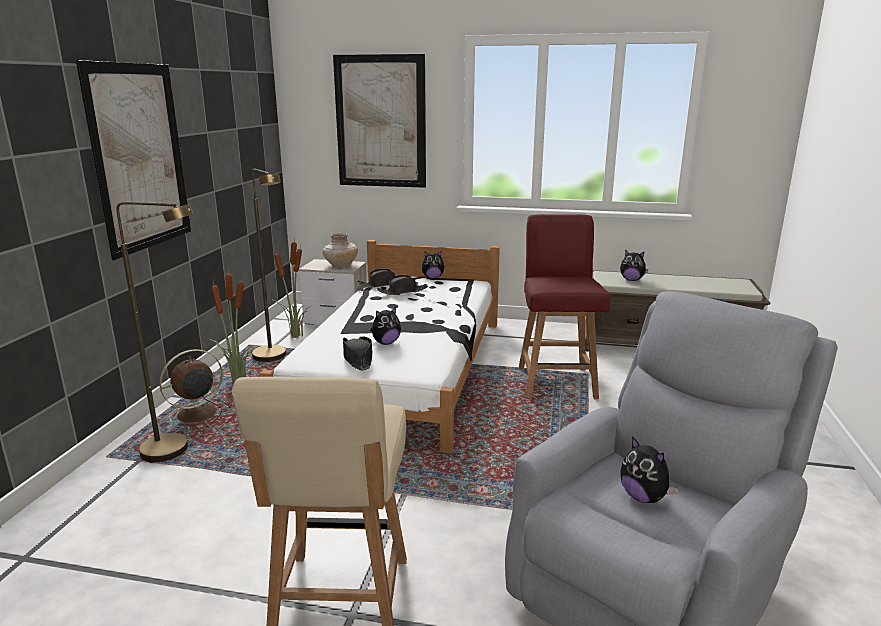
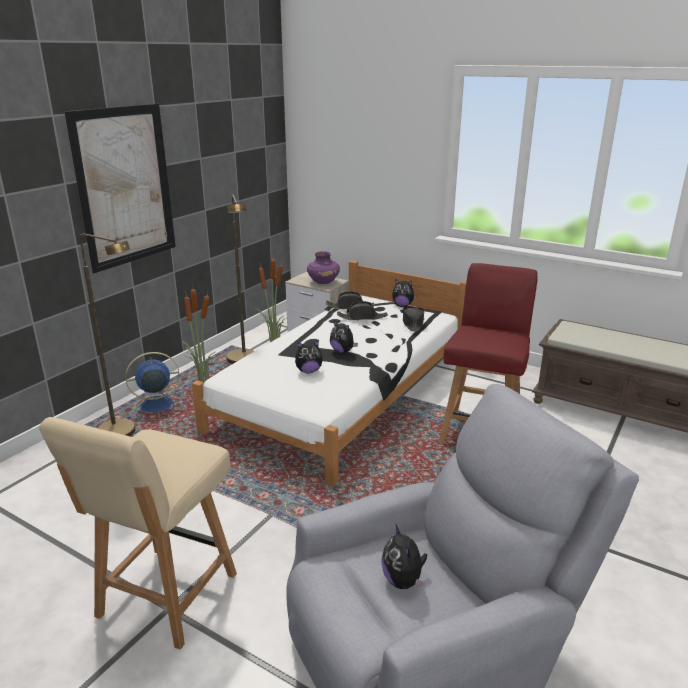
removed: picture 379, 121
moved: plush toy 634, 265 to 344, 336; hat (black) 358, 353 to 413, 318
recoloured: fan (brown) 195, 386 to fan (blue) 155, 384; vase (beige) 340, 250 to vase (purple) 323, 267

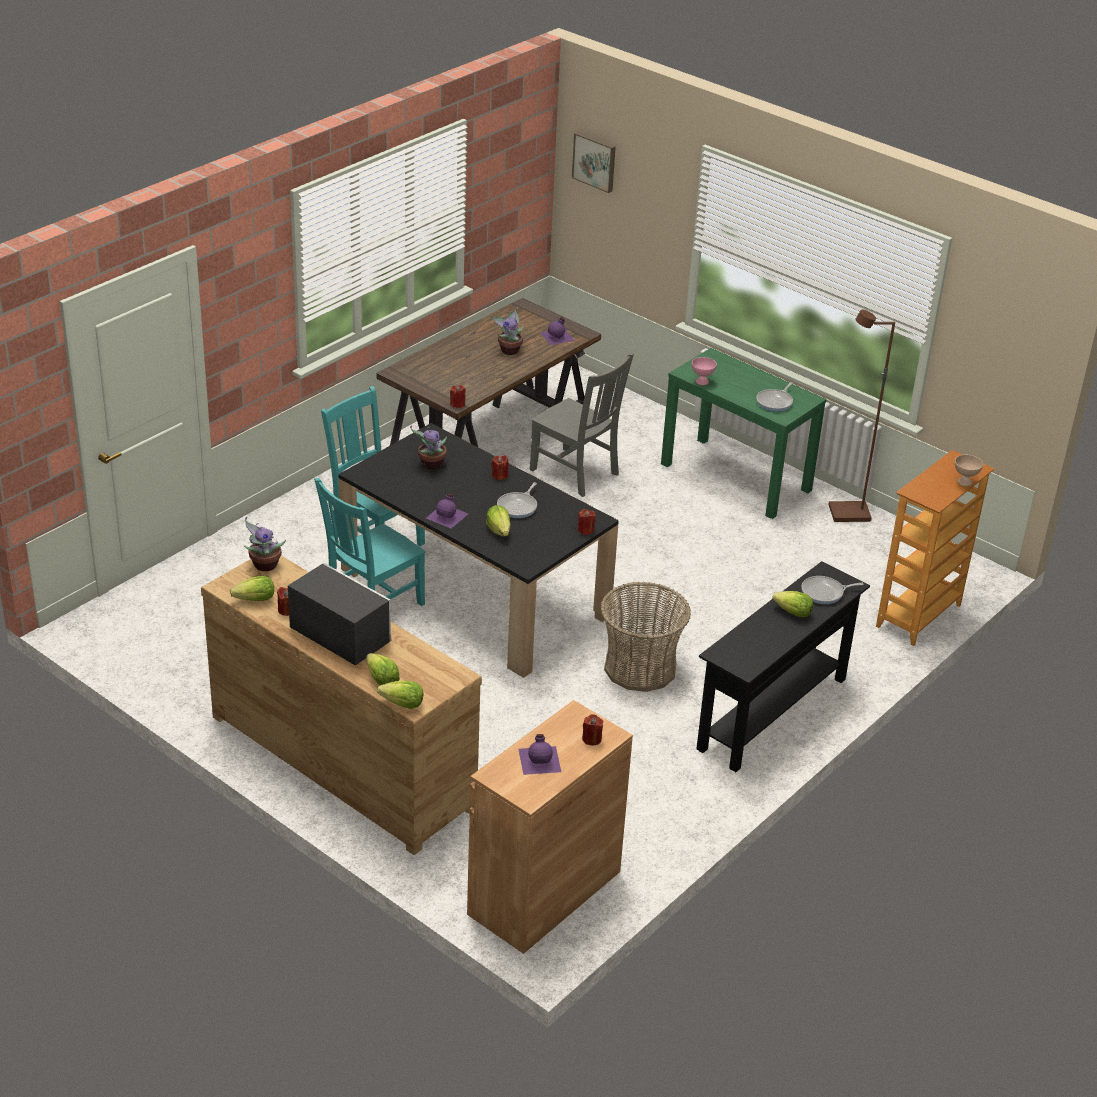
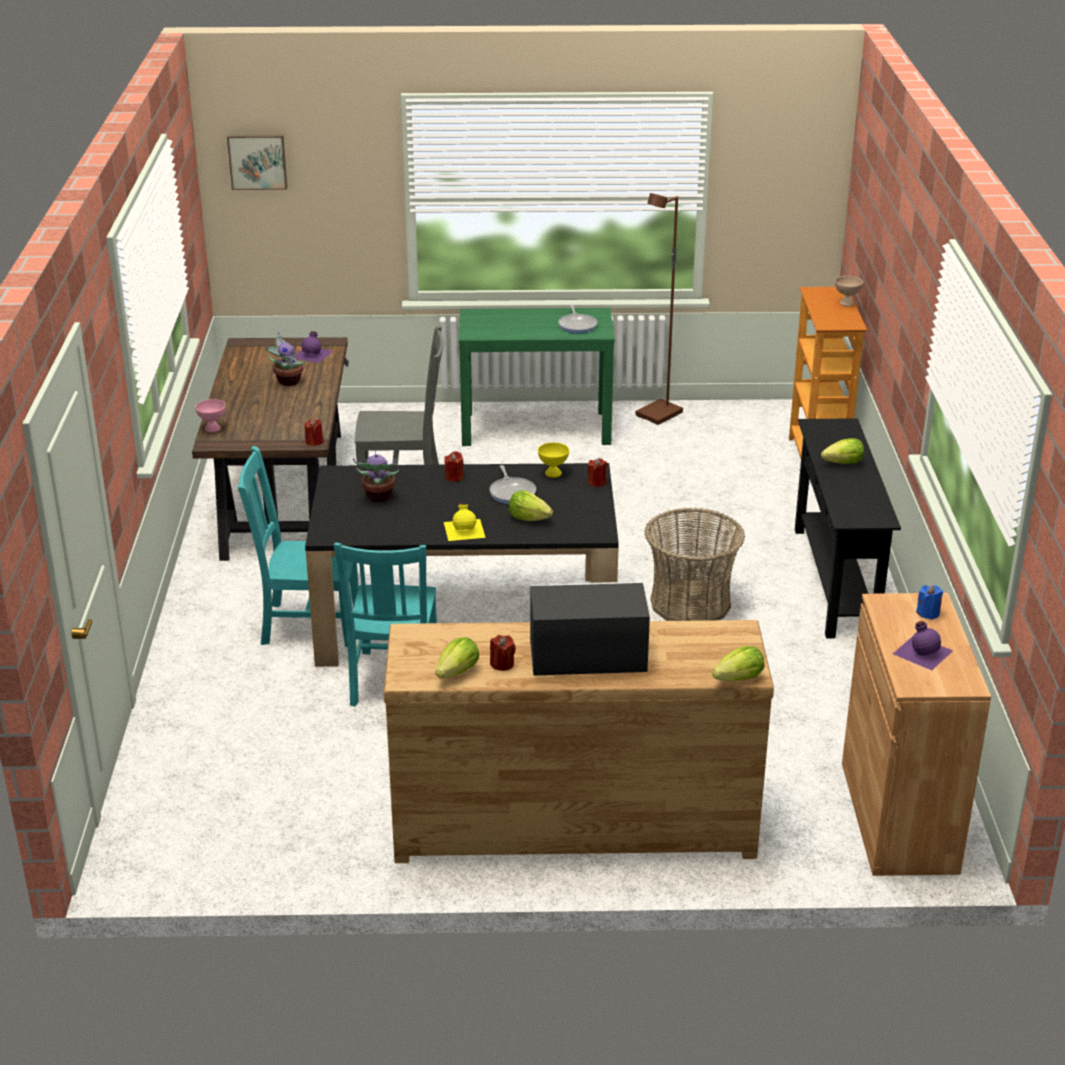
removed: potted plant 265, 544; lettuce 383, 669; frying pan 832, 590
added: bowl (yellow) 553, 460
moved: bowl (pink) 704, 371 to 210, 416
recoloured: bottle (purple) 447, 511 to bottle (yellow) 465, 521; candle (red) 592, 729 to candle (blue) 929, 602

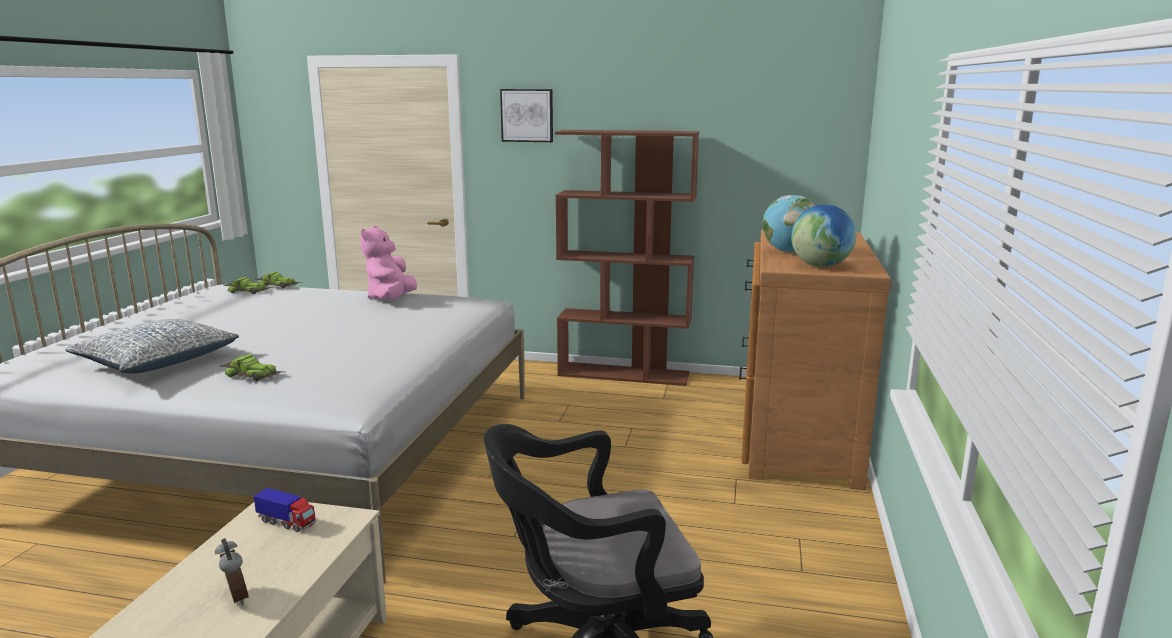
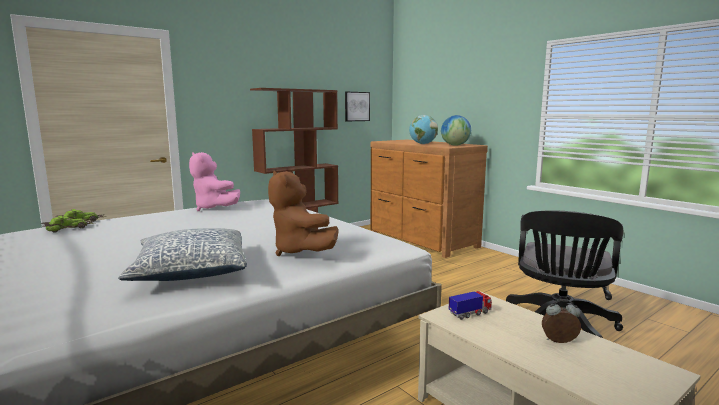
moved: picture 526, 115 to 357, 106
replaced: toy car 251, 367 to plush toy (brown) 303, 213

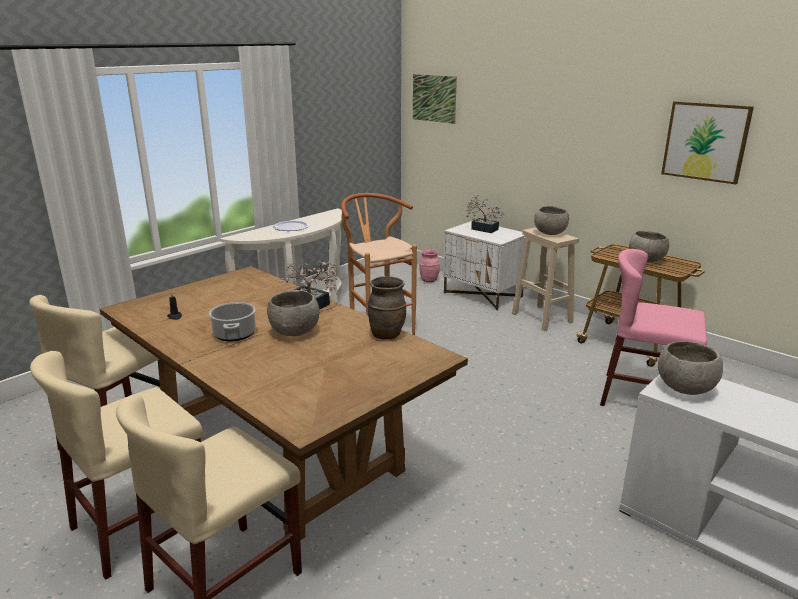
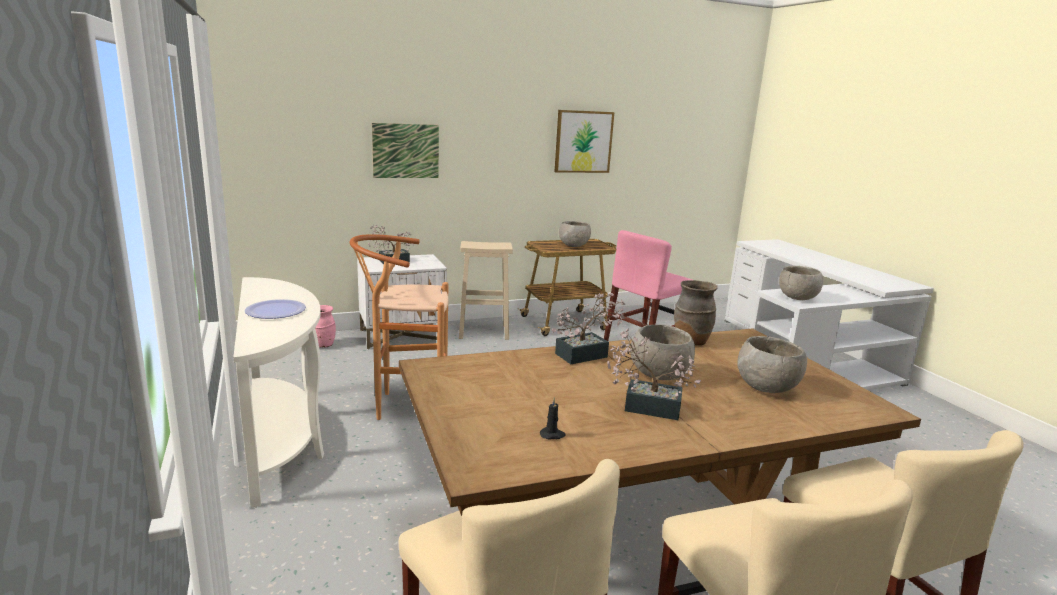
moved: picture 435, 99 to 405, 150; bowl (grey) 551, 220 to 772, 364
replaced: cooking pot 232, 321 to potted plant 654, 375

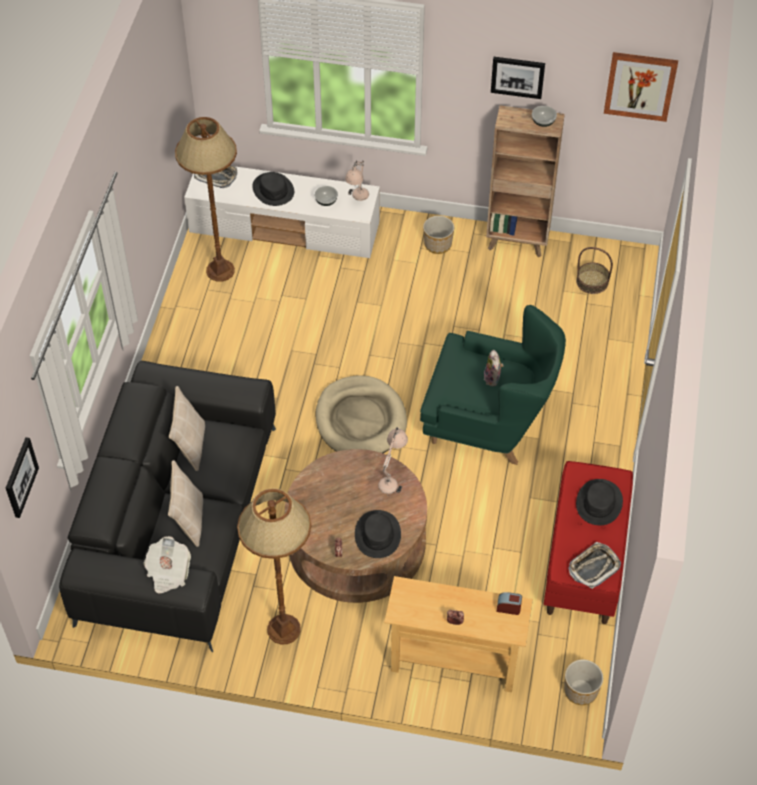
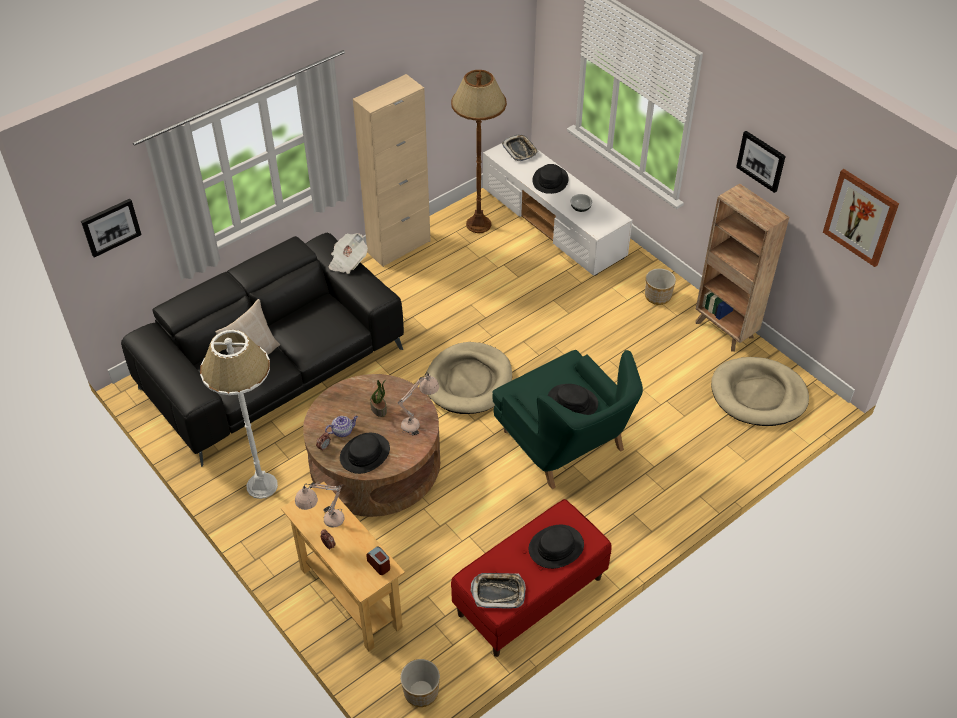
removed: pillow (beige) 187, 428; bowl 544, 116
added: teapot 341, 426; cabinet (beige) 392, 170; potted plant 378, 398
moved: table lamp (beige) 357, 180 to 320, 505; newspaper 167, 565 to 348, 253
replaced: plush toy 494, 368 to hat (black) 573, 399; basket 594, 270 to dog bed (beige) 760, 391
recoloured: floor lamp (brown) 274, 566 to floor lamp (white) 239, 414

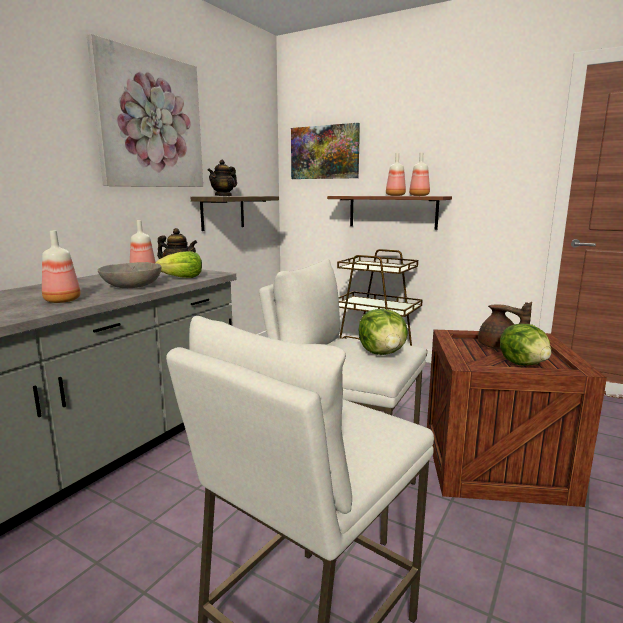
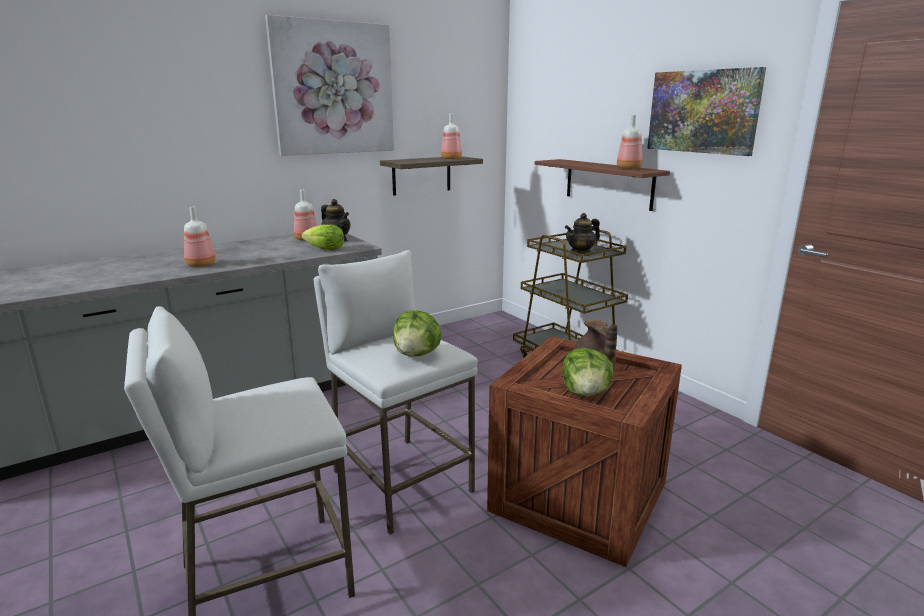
removed: bowl (grey) 129, 275
moved: bottle 396, 174 to 451, 136; teapot 222, 178 to 582, 234; picture 325, 151 to 706, 111

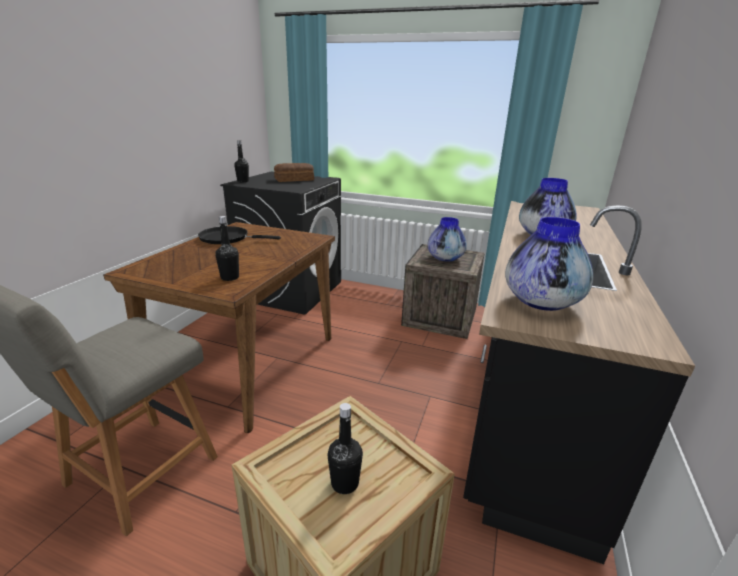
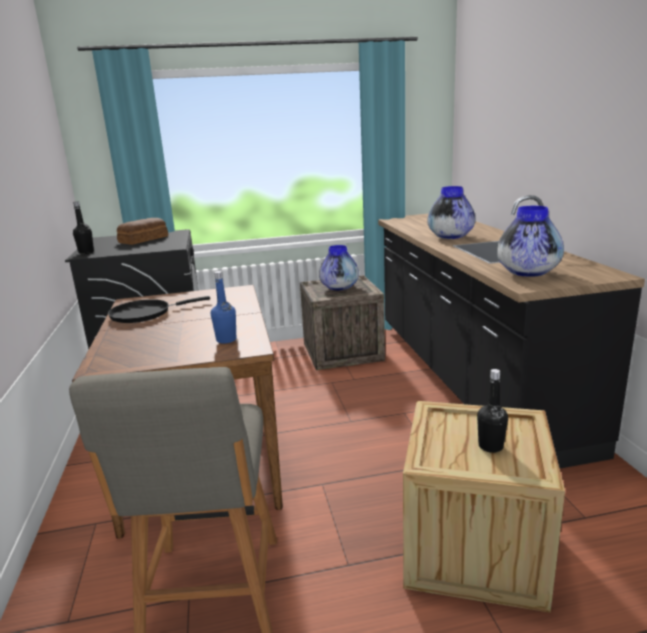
recoloured: bottle (black) 227, 248 to bottle (blue) 223, 307

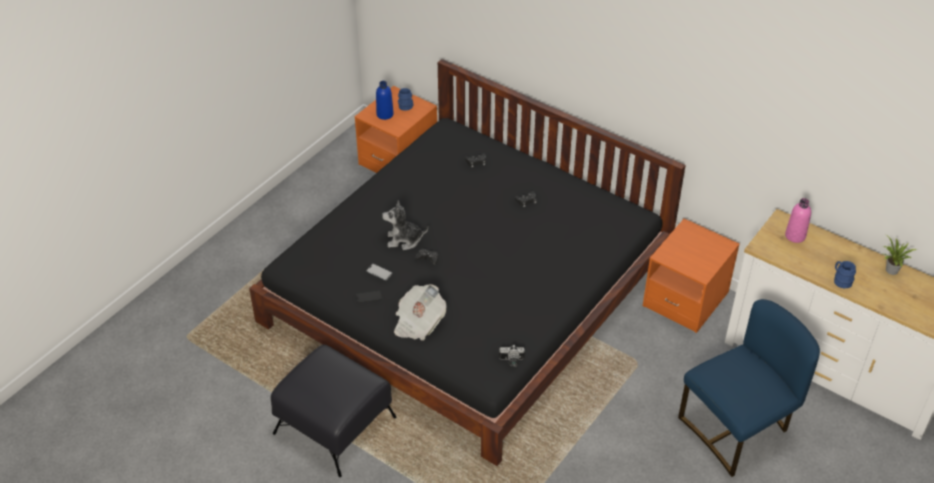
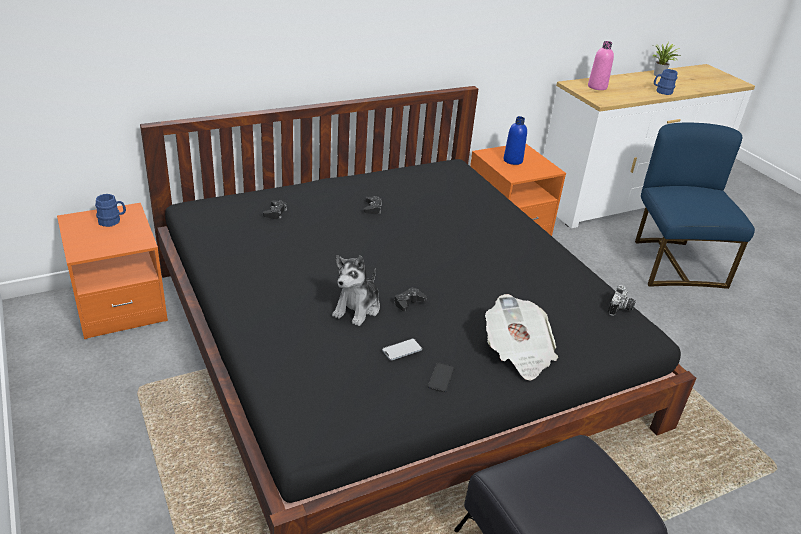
moved: bottle (blue) 385, 100 to 515, 140

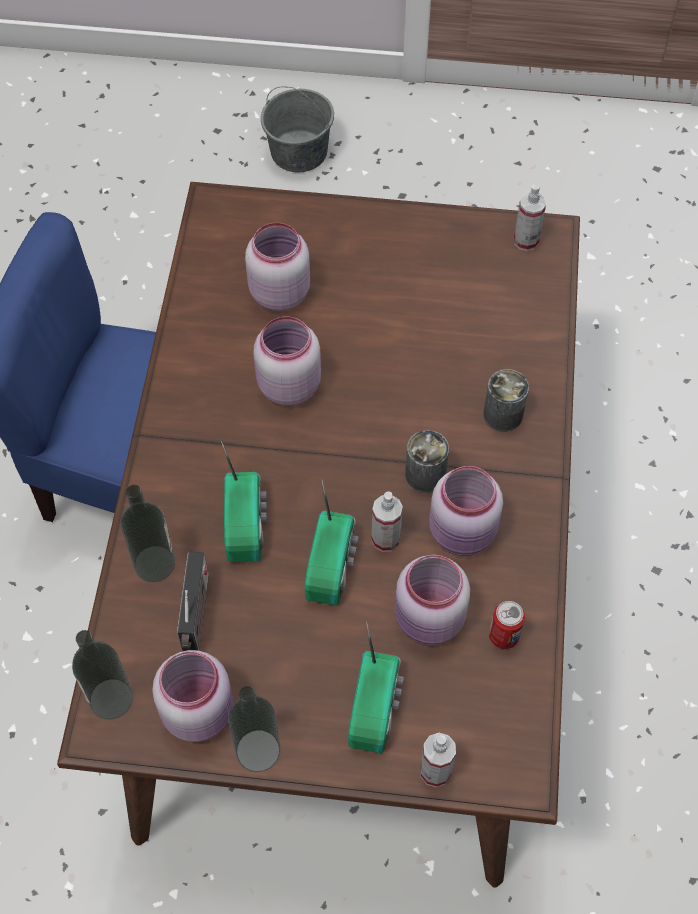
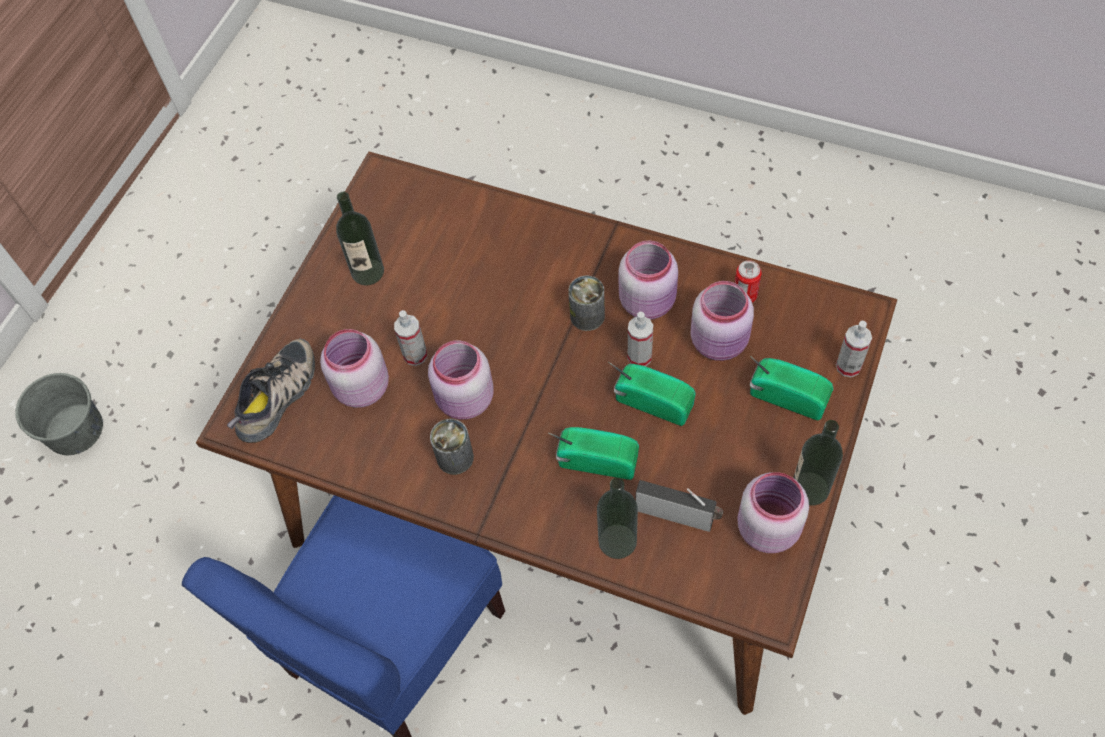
added: shoe 271, 390
moved: bottle 102, 674 to 360, 238; spray bottle 530, 217 to 410, 338; can 506, 400 to 452, 447

